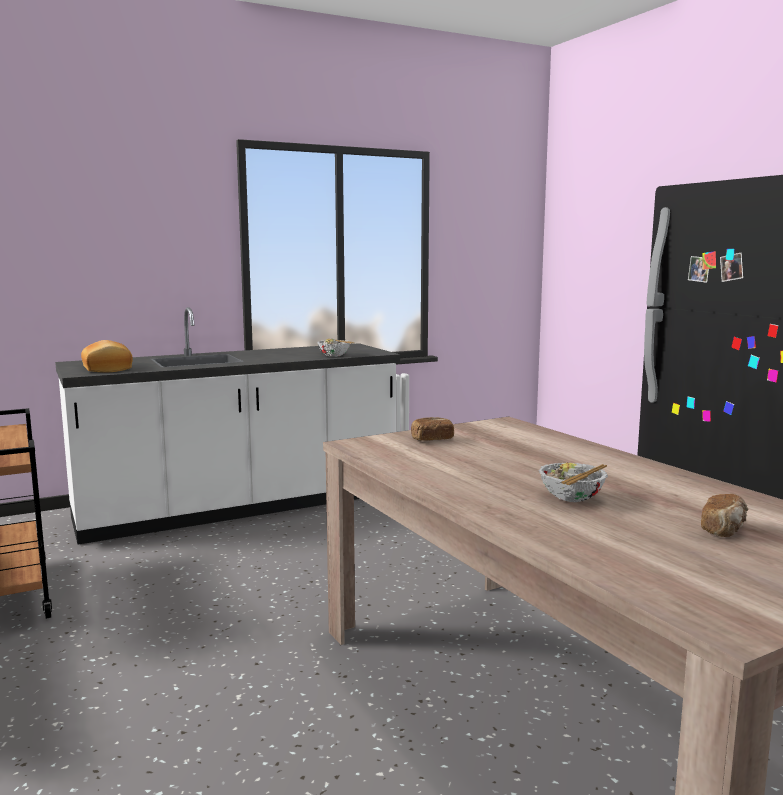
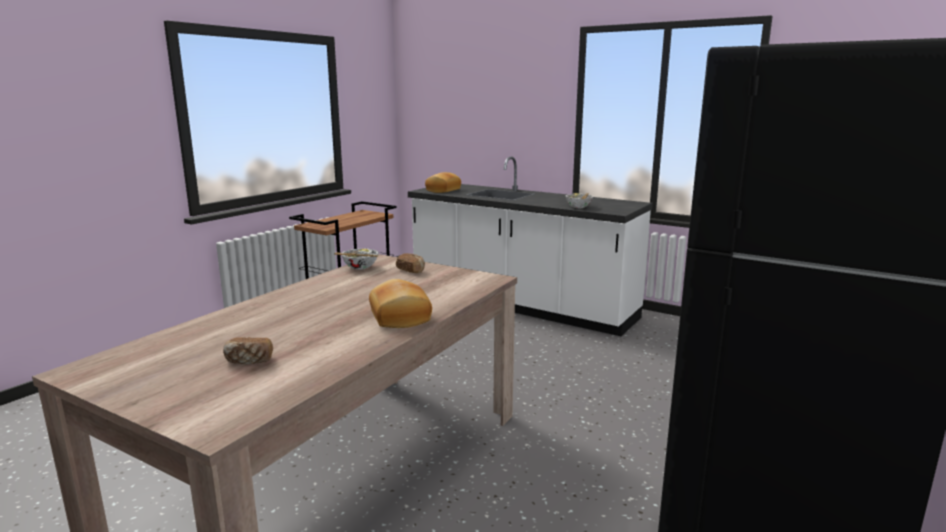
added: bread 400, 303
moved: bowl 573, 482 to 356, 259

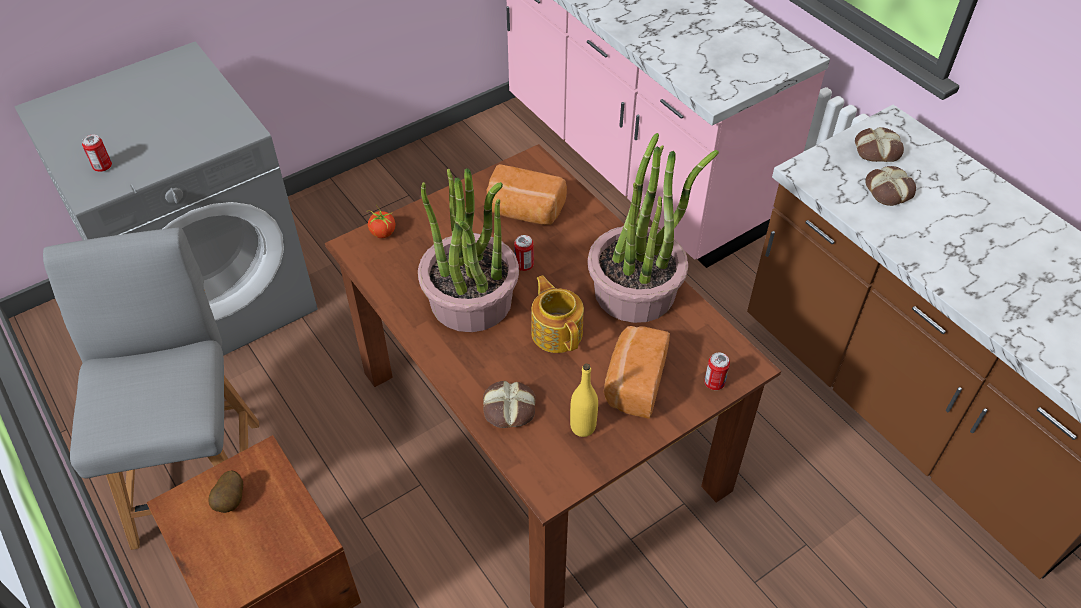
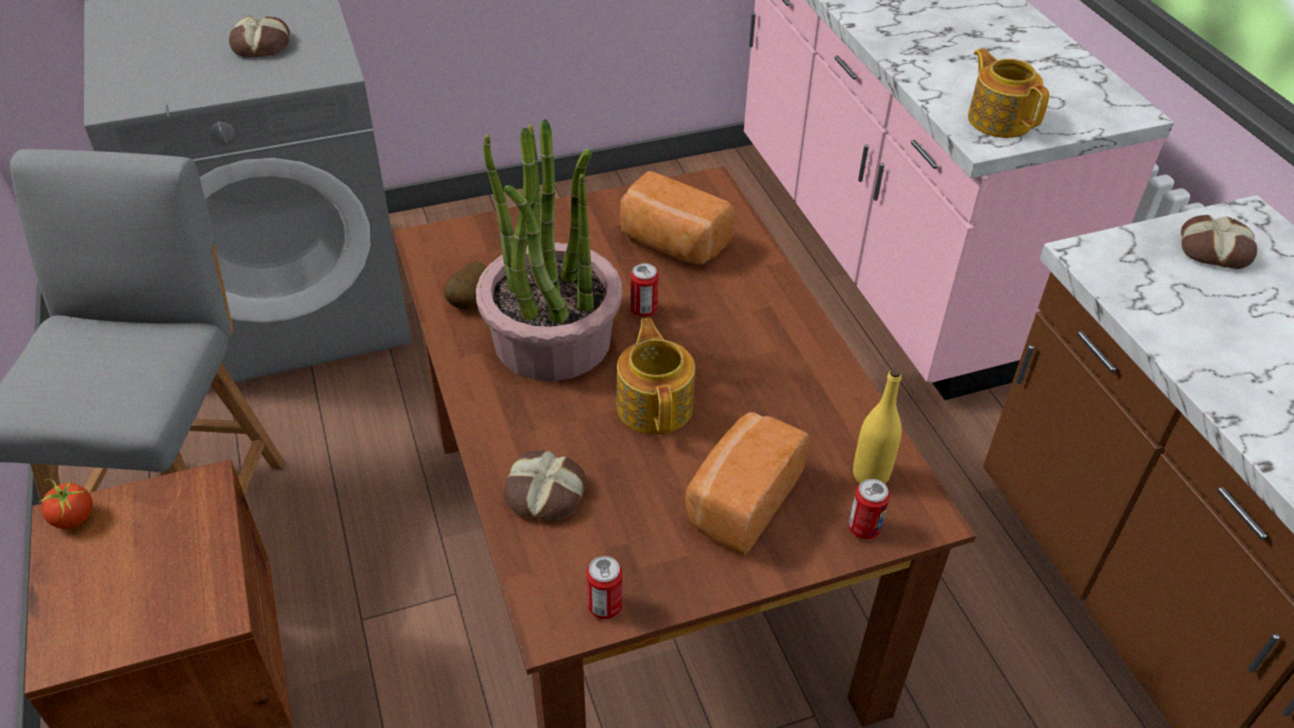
removed: potted plant 653, 228
added: teapot 1009, 93
moved: tomato 381, 221 to 65, 500; bread 891, 186 to 259, 36; potato 225, 491 to 465, 285; can 97, 153 to 604, 587; bottle (yellow) 584, 400 to 877, 426

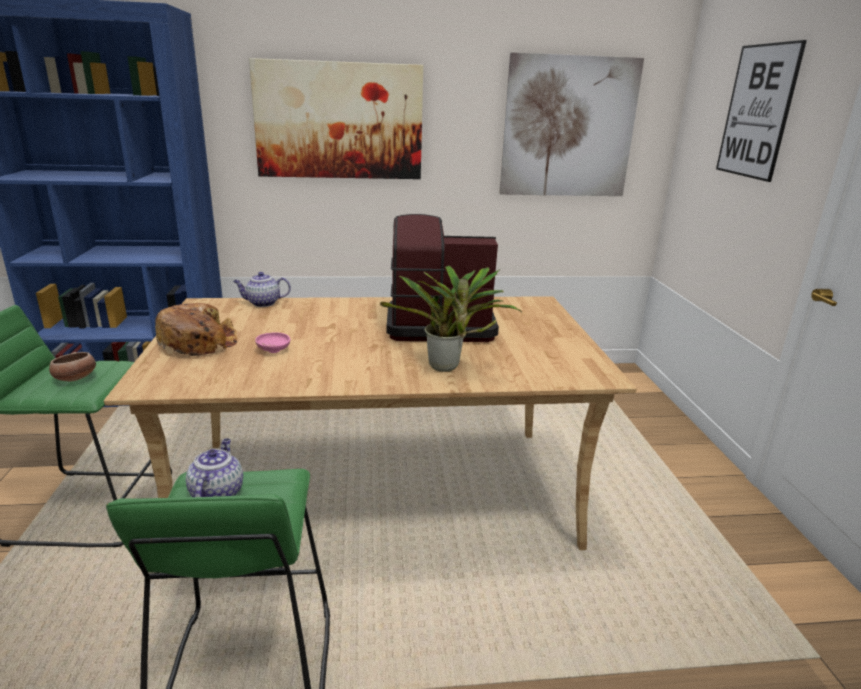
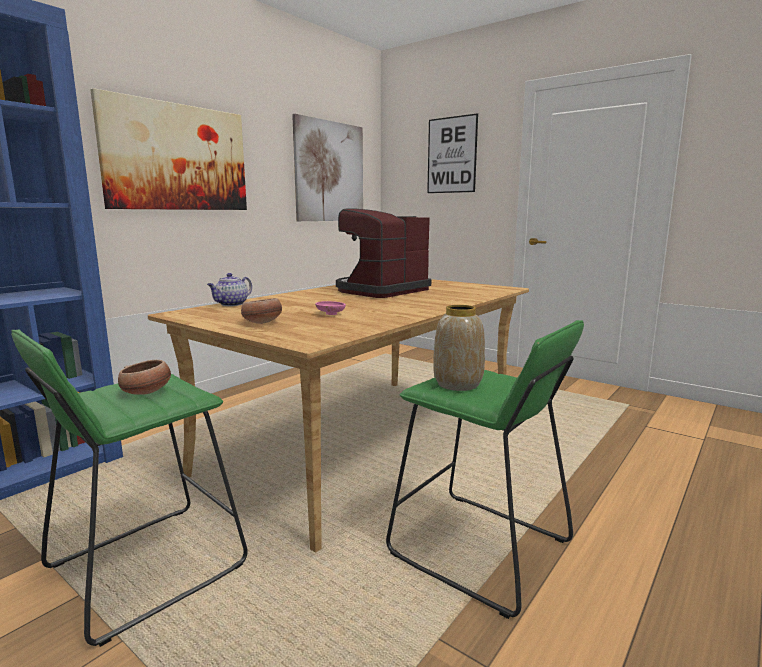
removed: potted plant 451, 319
replaced: bread 196, 329 to bowl 261, 311; teapot 214, 467 to vase 459, 348

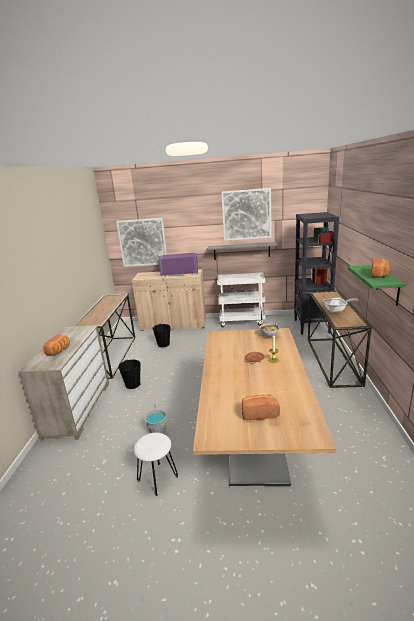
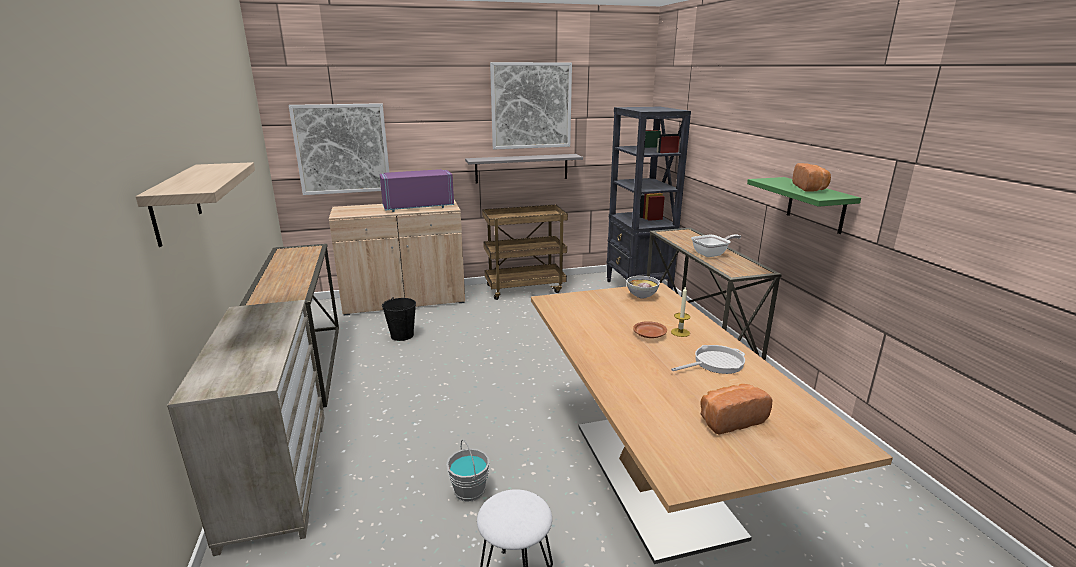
removed: bread 56, 344; bucket (black) 129, 374
added: shelf 195, 204; frying pan 708, 359
recoloured: cart (white) 241, 300 to cart (brown) 525, 252

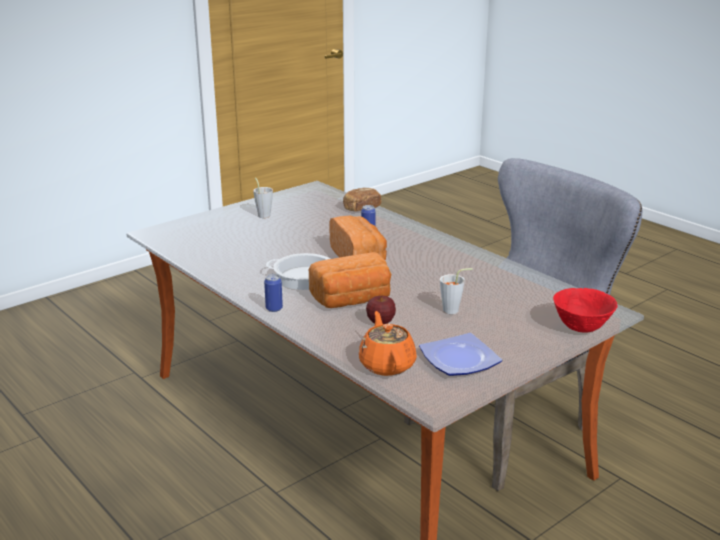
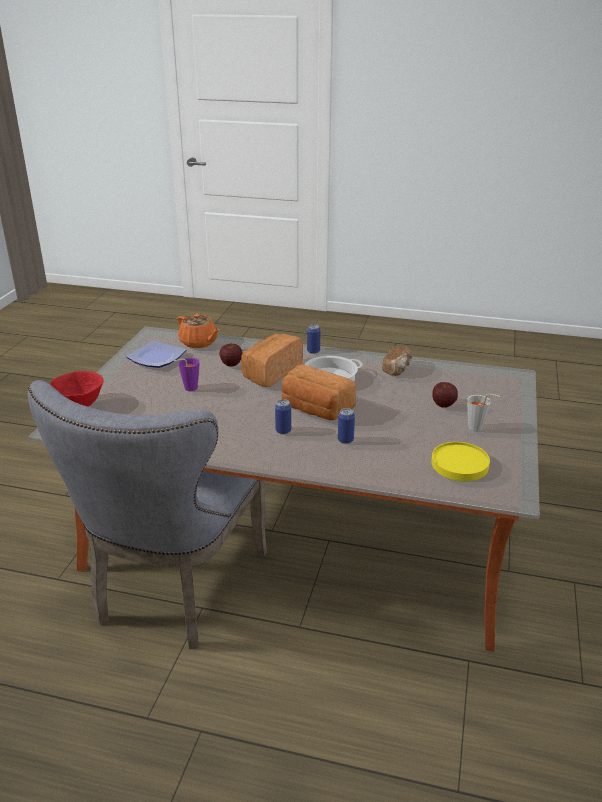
added: can 283, 416; plate (yellow) 460, 461; apple 445, 395
moved: bread 362, 199 to 397, 361
recoloured: cup (grey) 456, 291 to cup (purple) 187, 374

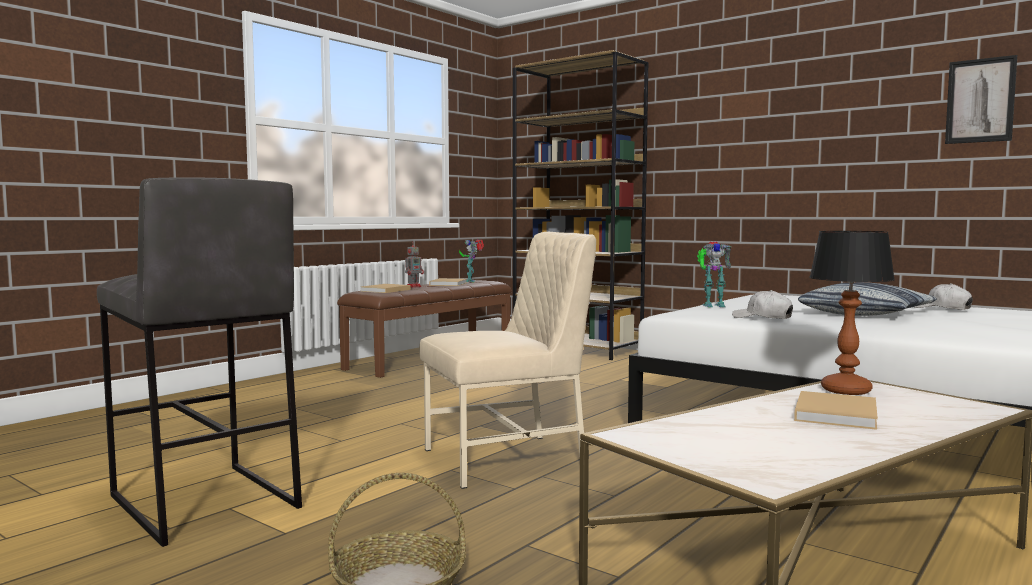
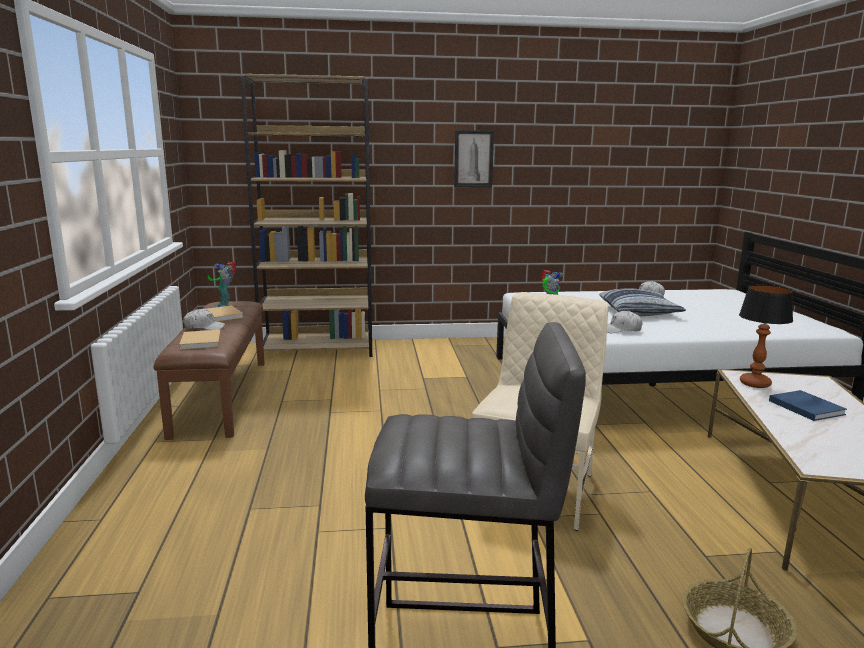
moved: picture 981, 99 to 474, 158
replaced: toy robot 414, 266 to cap (white) 204, 319
recoloured: book (beige) 836, 410 to book (blue) 808, 405

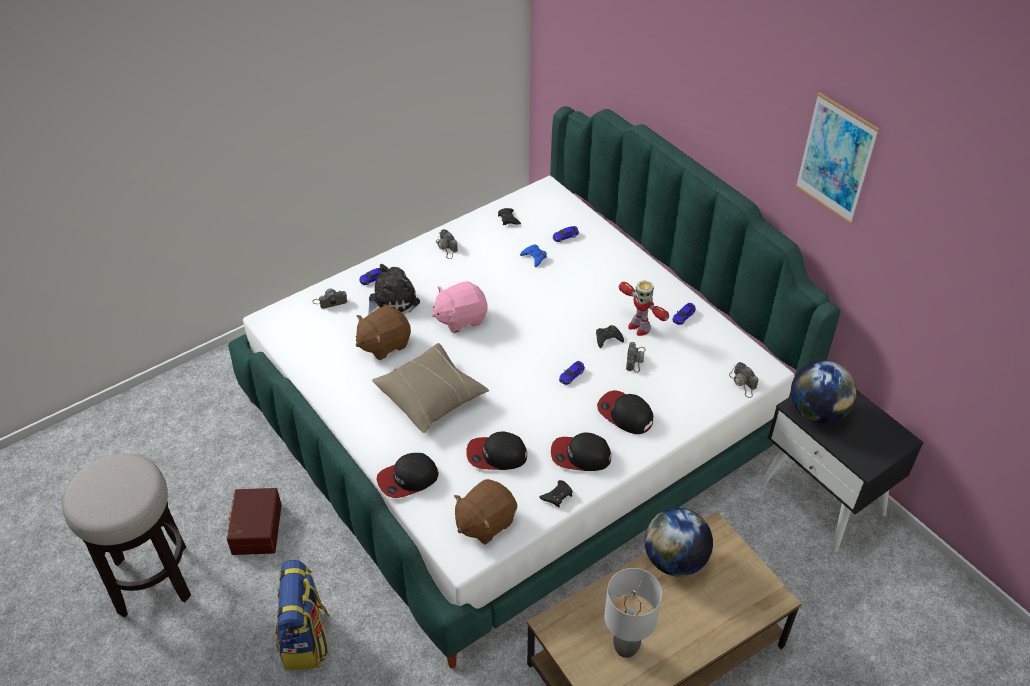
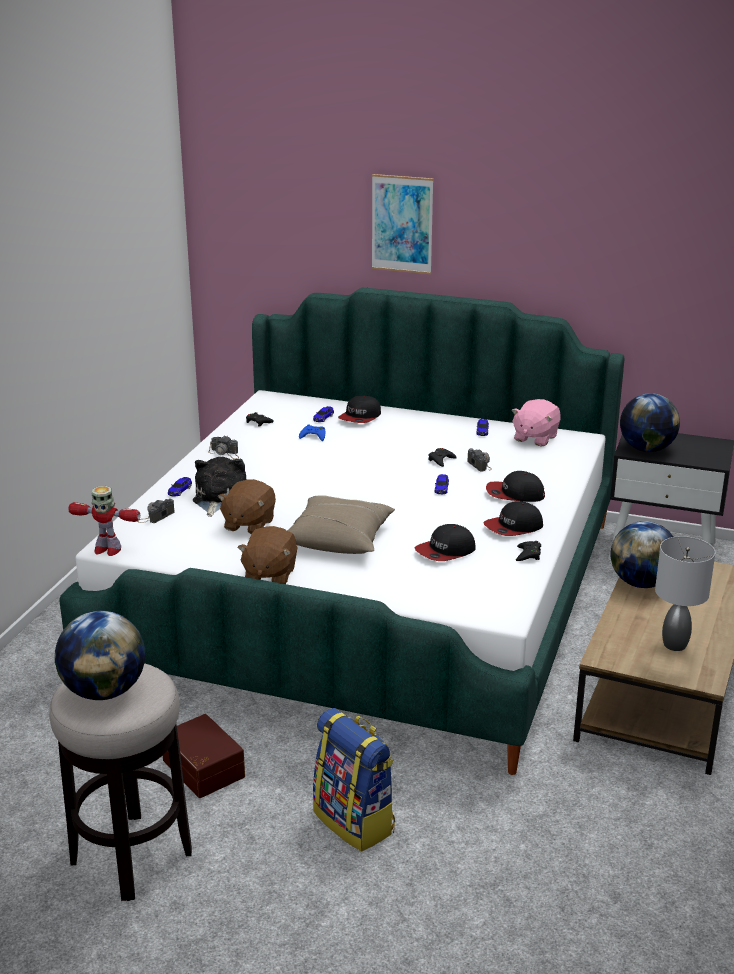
removed: photo camera 743, 380
added: globe 100, 655
moved: toy robot 644, 308 to 104, 521; plush toy (brown) 485, 512 to 267, 555; cap 407, 475 to 359, 409; picture 837, 158 to 403, 224; plush toy (pink) 460, 307 to 536, 422

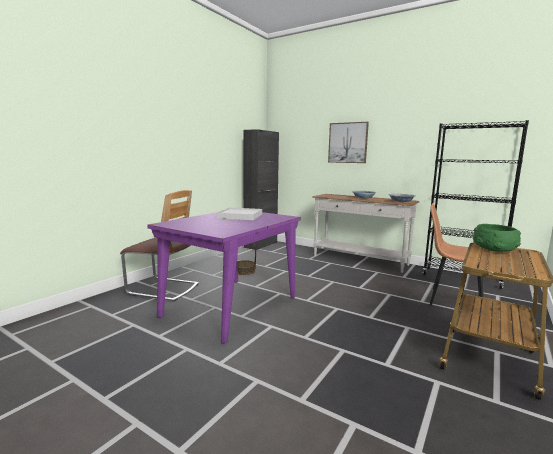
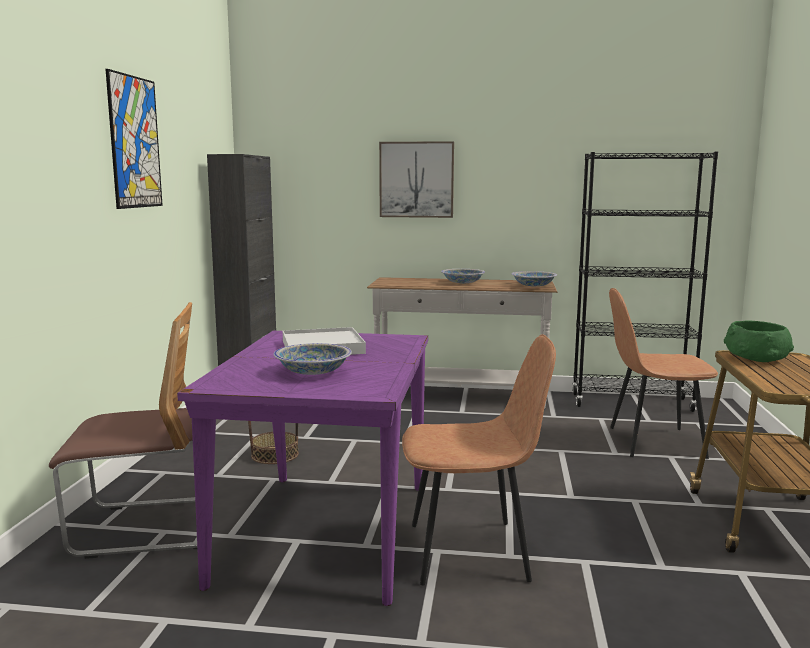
added: picture 134, 139; bowl 313, 359; chair (brown) 479, 460

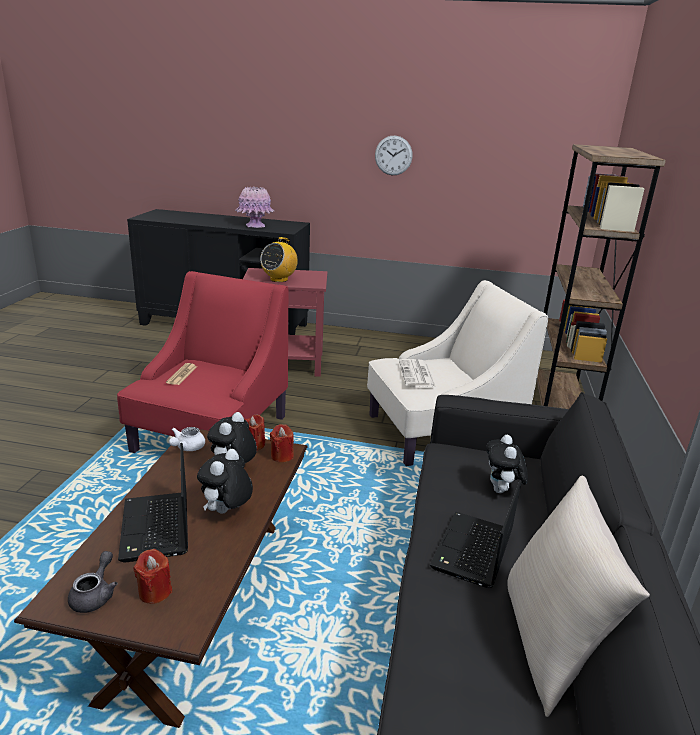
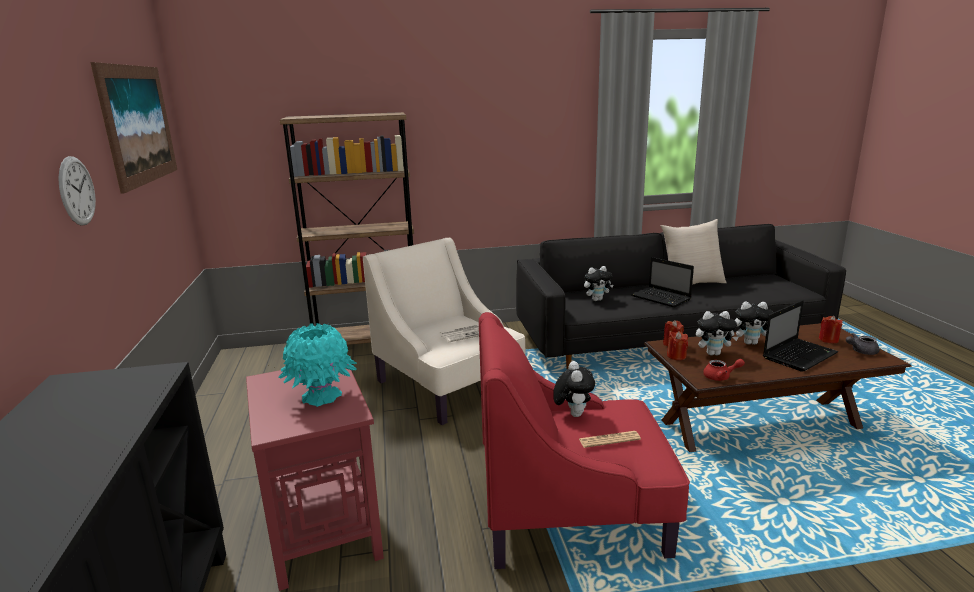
removed: vase (pink) 254, 207
added: picture 133, 128; plush toy 574, 389
replaced: radio 279, 259 to vase (turquoise) 317, 365
recoloured: teapot (white) 187, 439 to teapot (red) 724, 370
turned: laptop 475, 534 = 662, 282 45 degrees clockwise

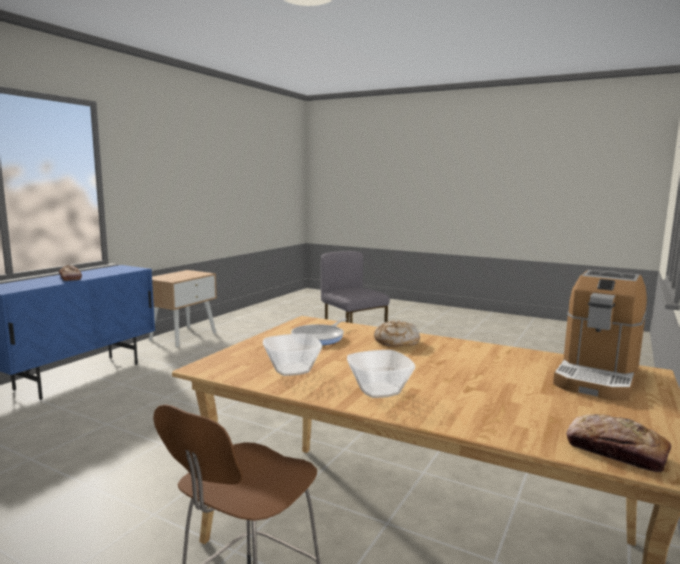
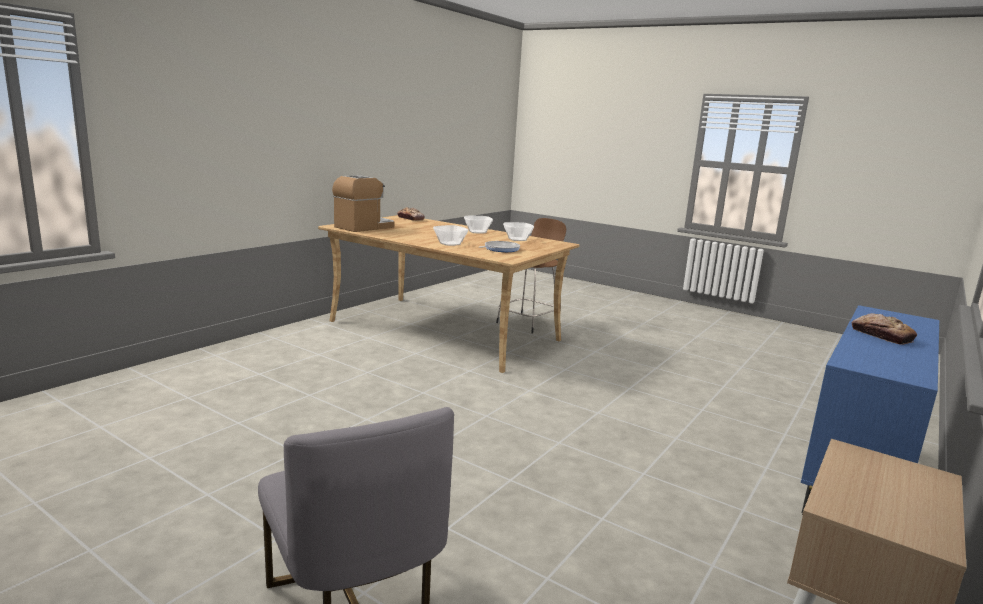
replaced: bread 397, 333 to bowl 450, 235

